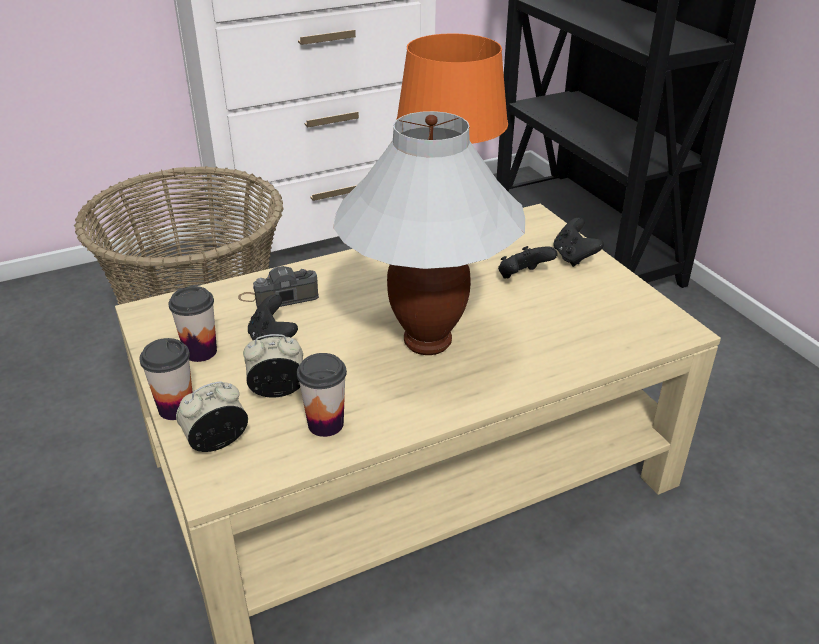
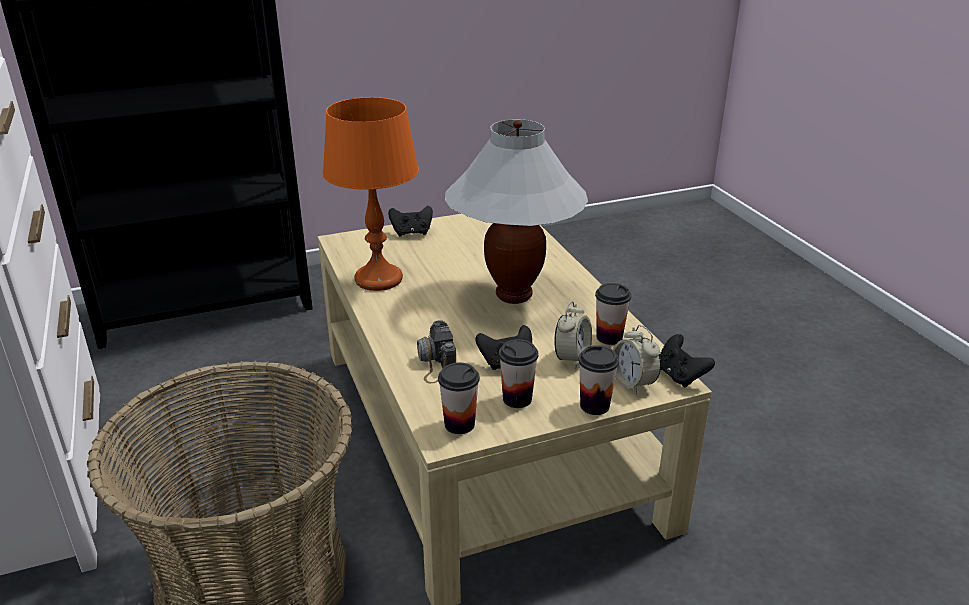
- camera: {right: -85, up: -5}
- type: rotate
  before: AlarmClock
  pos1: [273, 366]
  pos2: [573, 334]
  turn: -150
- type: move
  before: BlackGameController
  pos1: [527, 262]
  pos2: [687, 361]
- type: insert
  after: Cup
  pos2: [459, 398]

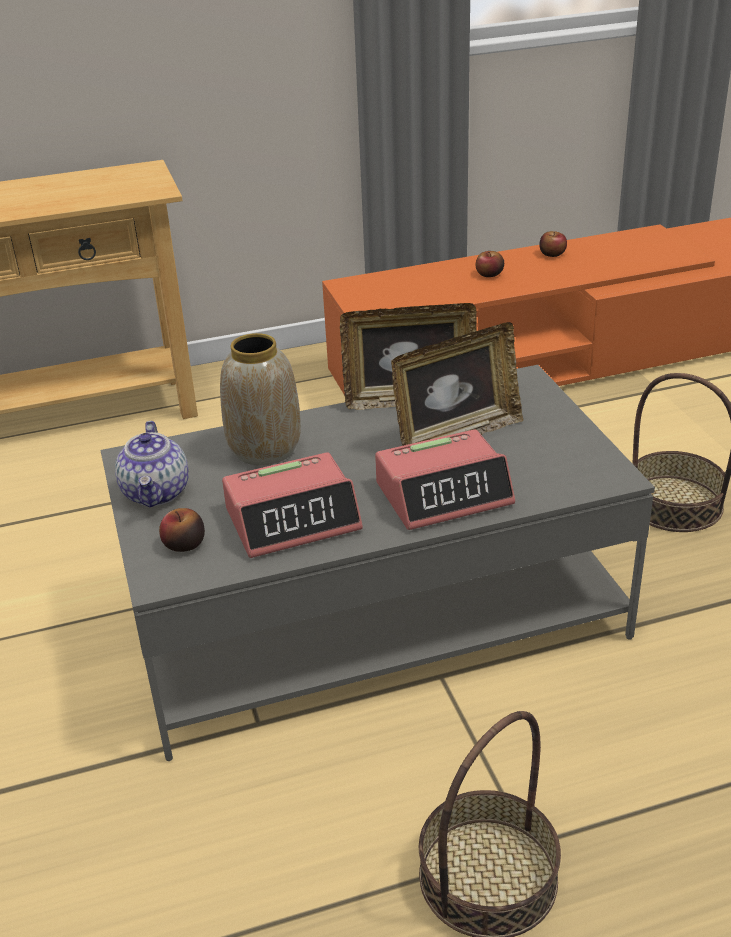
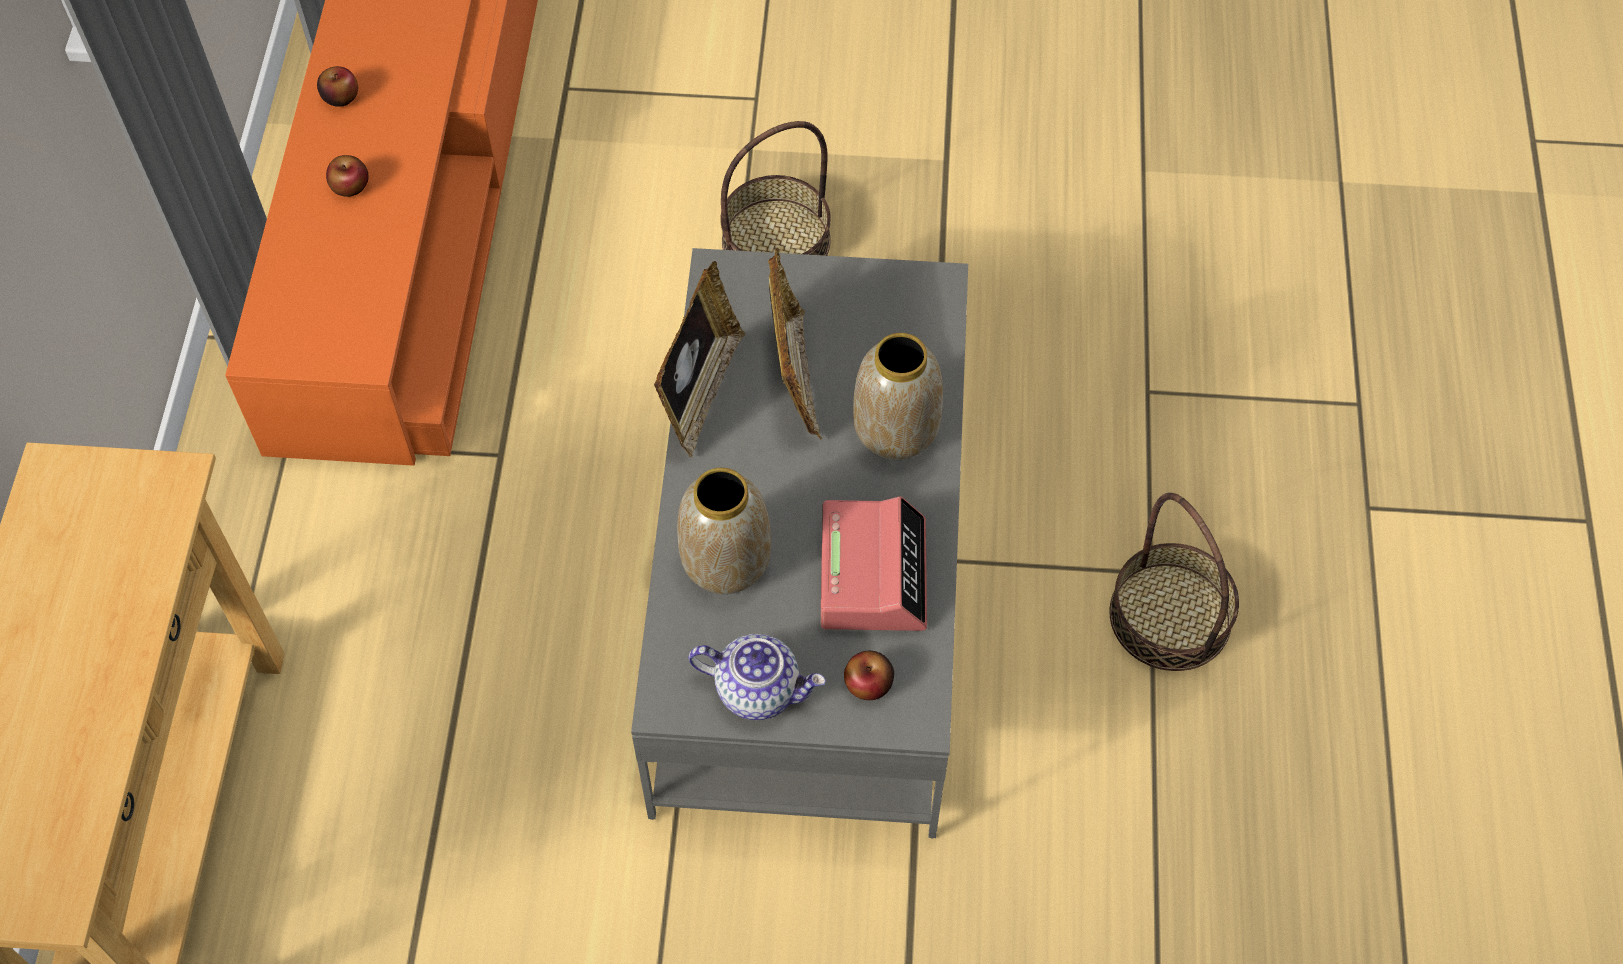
- camera: {right: -70, up: 25}
- type: replace
  before: AlarmClock
  after: Vase
  pos1: [445, 479]
  pos2: [898, 396]

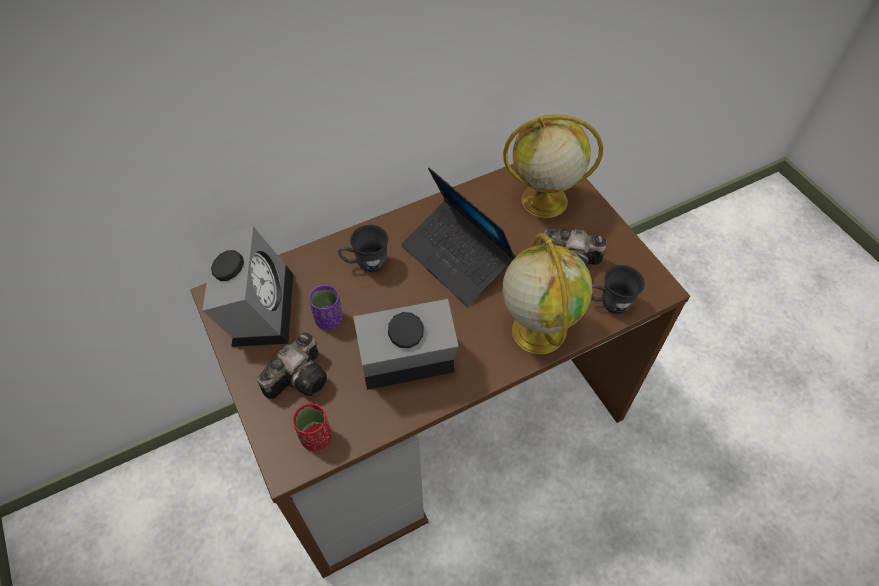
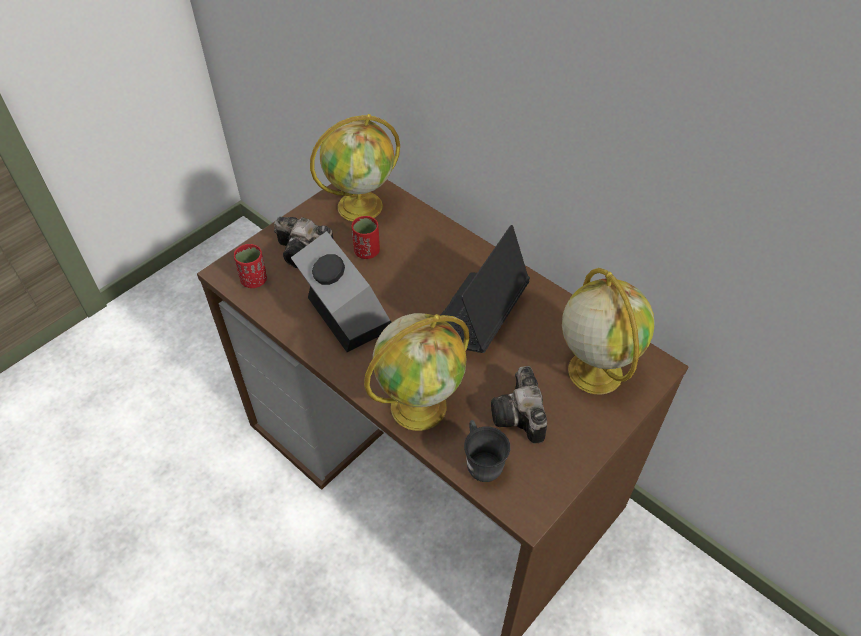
- camera: {right: 70, up: -5}
- type: replace
  before: AlarmClock
  after: Globe
  pos1: [247, 286]
  pos2: [355, 167]
- type: recolor
  before: PurpleCup
  after: RedCup
  pos1: [326, 307]
  pos2: [366, 237]
- type: delete
  before: GreyMug
  pos1: [363, 249]

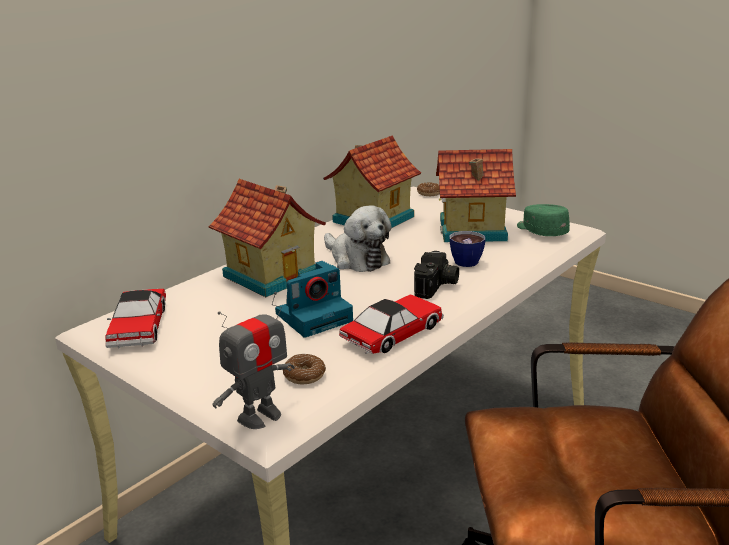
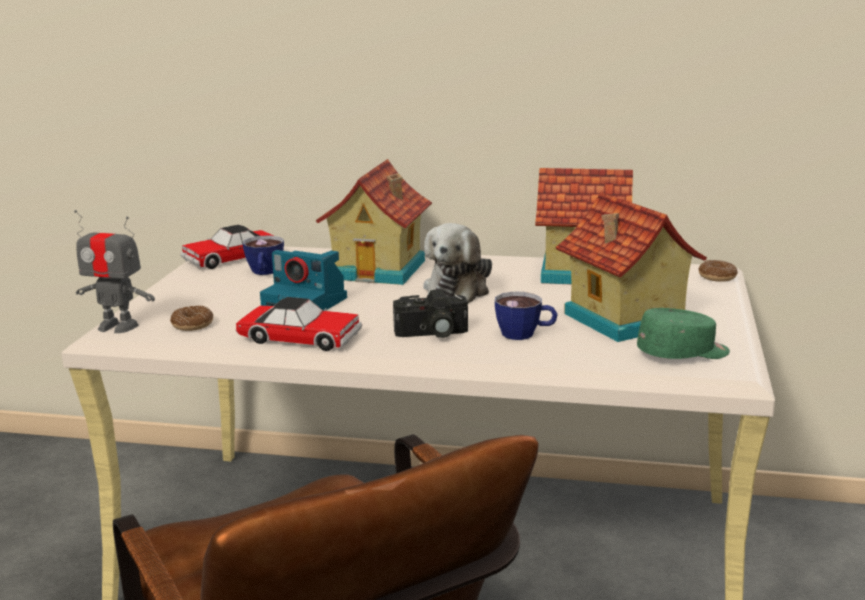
- camera: {right: 60, up: -5}
- type: rotate
  before: GreenCap
  pos1: [543, 220]
  pos2: [683, 333]
  turn: 45
- type: insert
  after: Cup
  pos2: [263, 255]

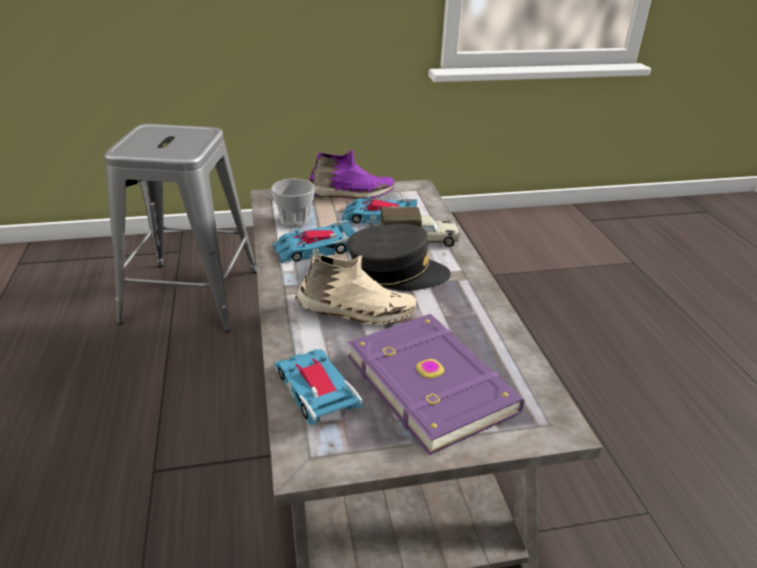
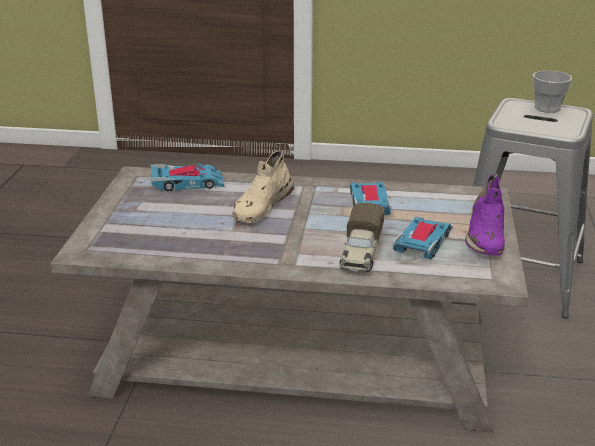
- camera: {right: 110, up: -5}
- type: move
  before: Cup
  pos1: [293, 203]
  pos2: [552, 91]
- type: delete
  before: GreyCap
  pos1: [399, 257]
- type: delete
  before: PurpleBook
  pos1: [435, 384]

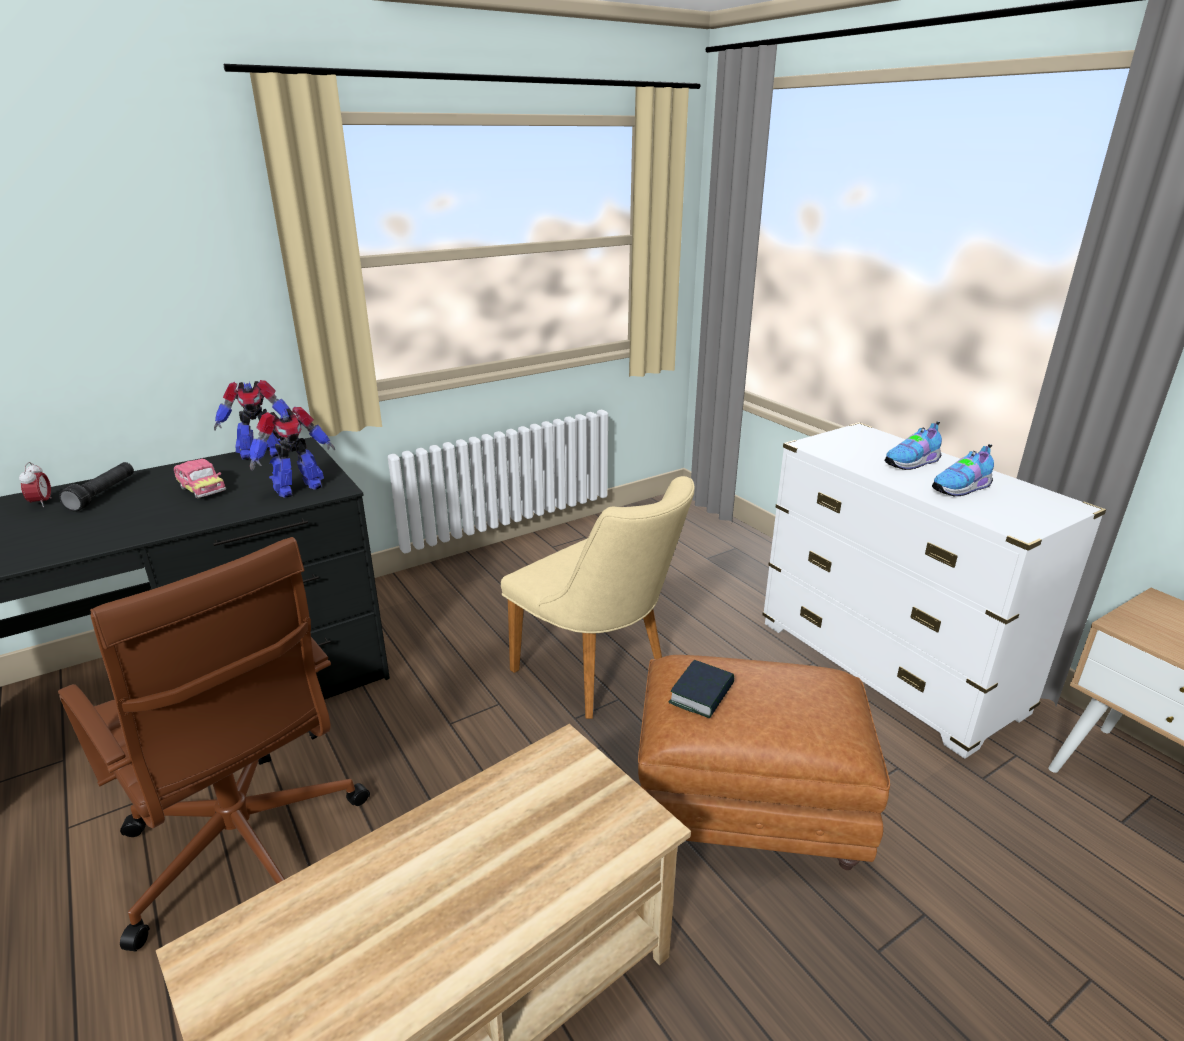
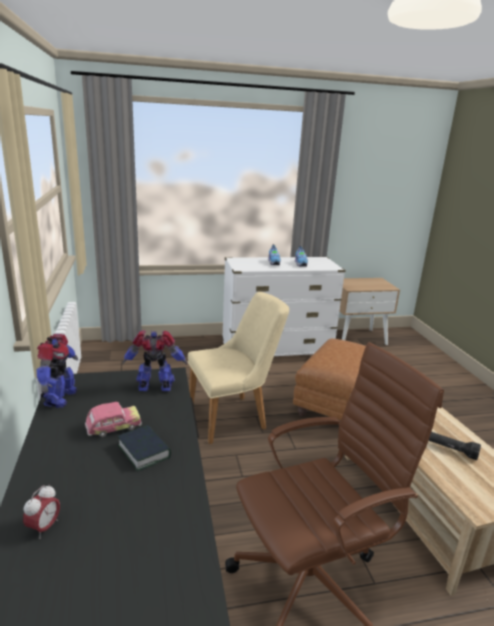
- camera: {right: -70, up: -5}
- type: rotate
  before: AlarmClock
  pos1: [35, 484]
  pos2: [41, 512]
  turn: 105
- type: move
  before: BlackFlashlight
  pos1: [96, 487]
  pos2: [455, 446]
- type: rotate
  before: ToyRobot
  pos1: [292, 452]
  pos2: [155, 360]
  turn: -75
- type: move
  before: Book
  pos1: [701, 689]
  pos2: [144, 448]

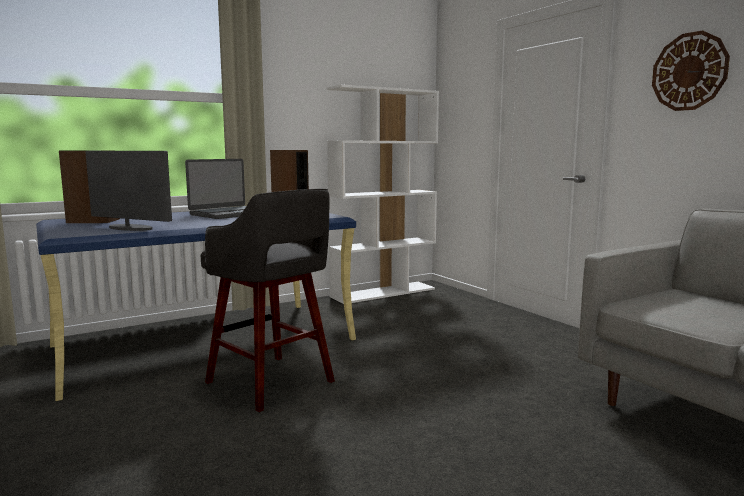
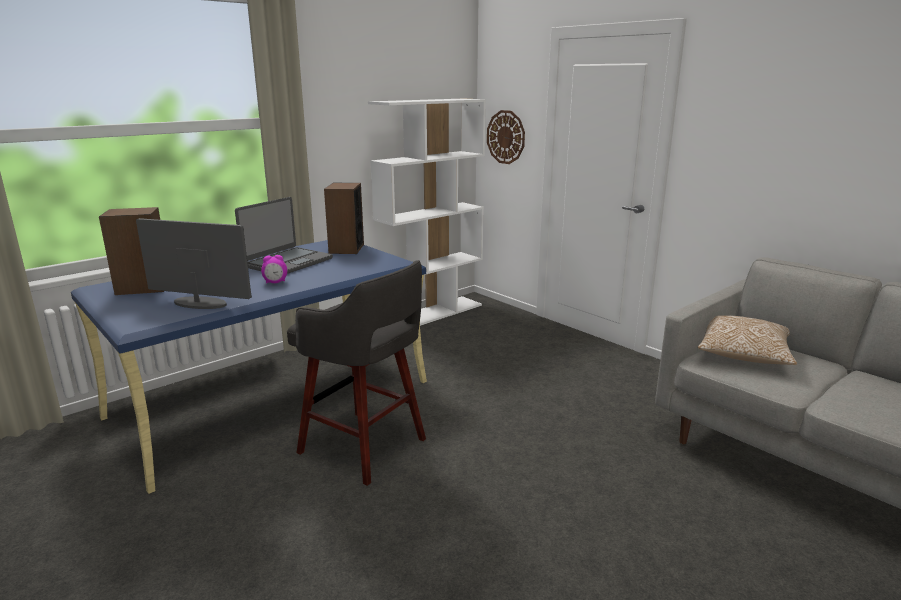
- camera: {right: -10, up: 10}
- type: move
  before: WallClock
  pos1: [691, 70]
  pos2: [506, 137]
- type: insert
  after: AlarmClock
  pos2: [274, 269]
- type: insert
  after: Pillow
  pos2: [747, 340]

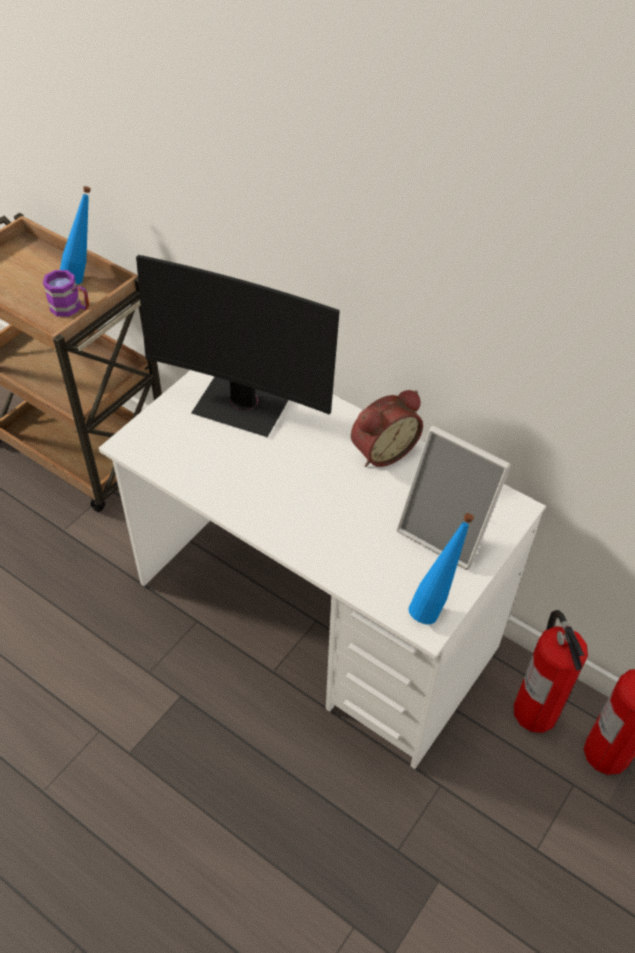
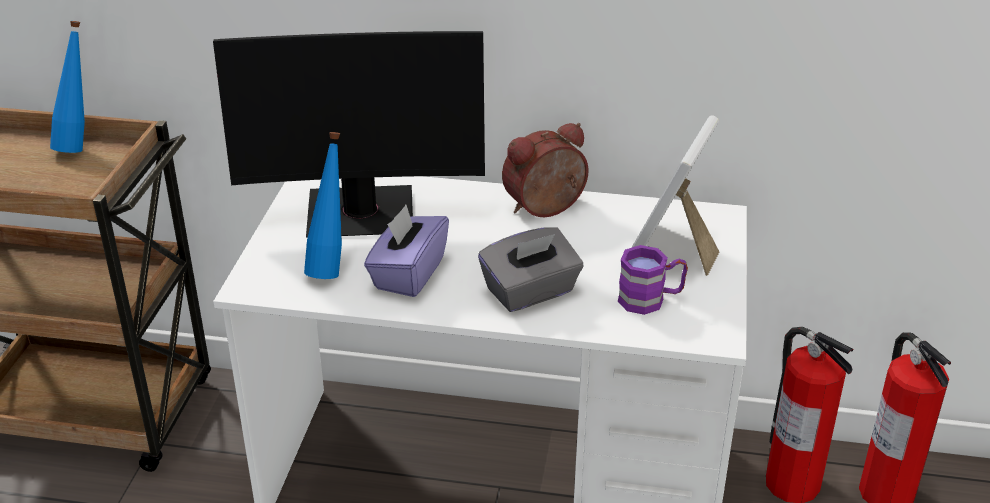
- camera: {right: -25, up: -15}
- type: move
  before: PurpleMug
  pos1: [66, 293]
  pos2: [653, 280]
- type: rotate
  before: AlarmClock
  pos1: [387, 428]
  pos2: [545, 170]
  turn: -150
- type: rotate
  before: PictureFrame
  pos1: [453, 498]
  pos2: [675, 195]
  turn: 105
- type: move
  before: BlueBottle
  pos1: [441, 568]
  pos2: [323, 205]
- type: insert
  after: PurpleTissueBox
  pos2: [406, 251]
- type: insert
  after: GreyTissueBox
  pos2: [531, 269]

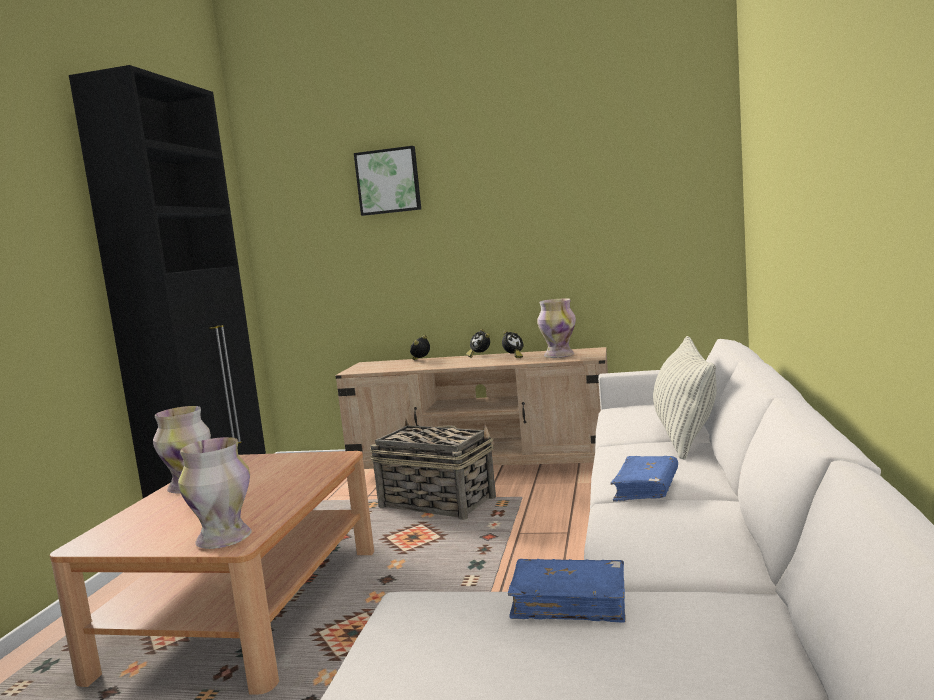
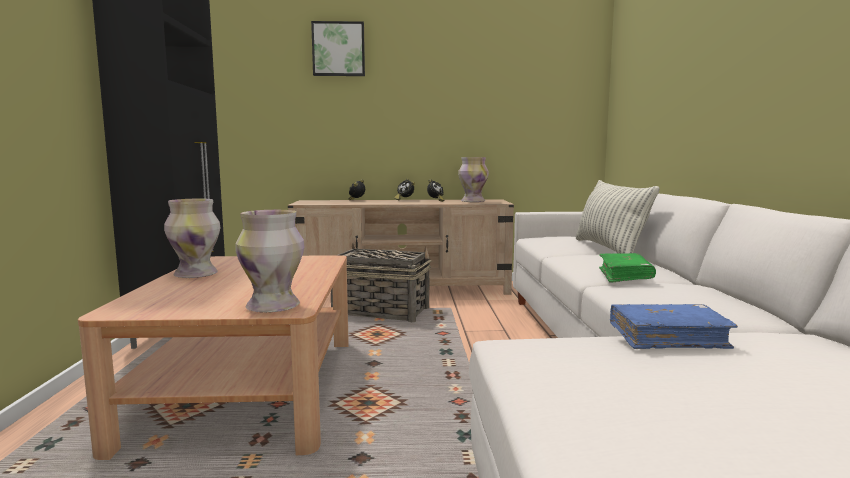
- camera: {right: -15, up: 0}
- type: recolor
  before: BlueBook
  after: GreenBook
  pos1: [644, 478]
  pos2: [627, 268]

